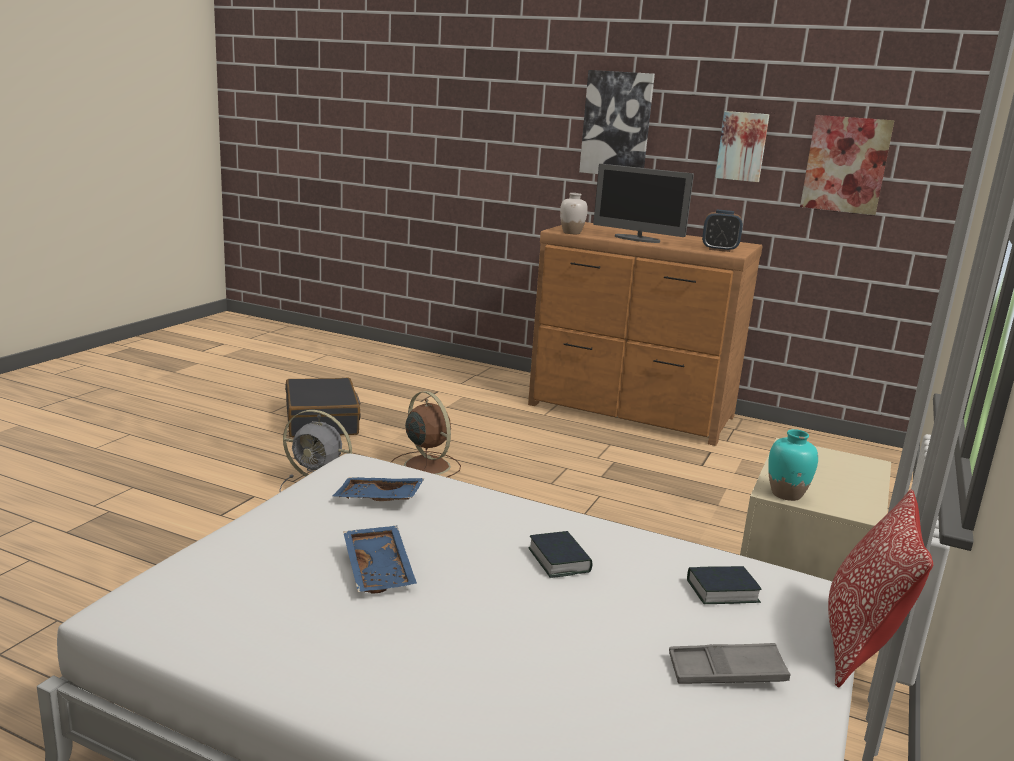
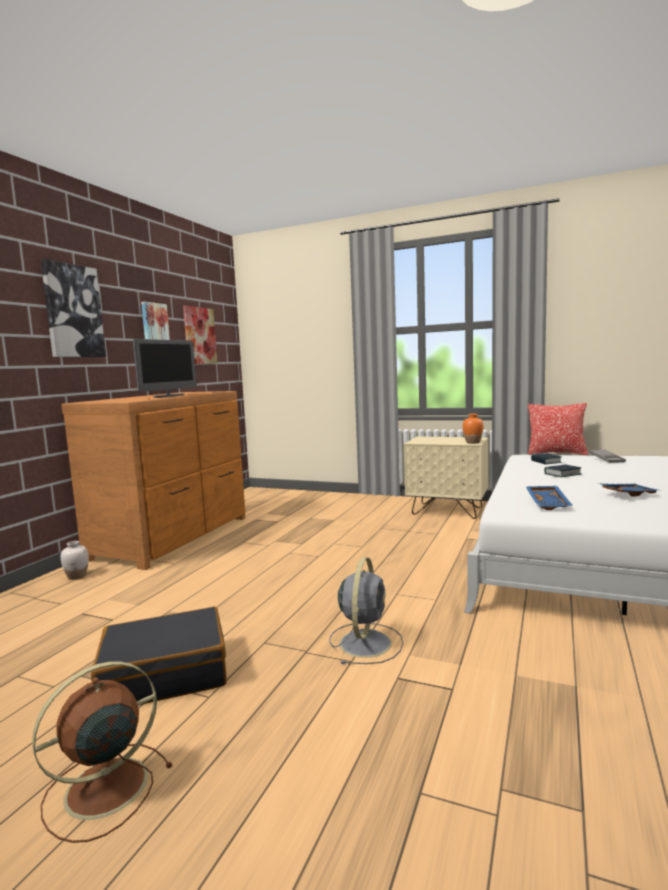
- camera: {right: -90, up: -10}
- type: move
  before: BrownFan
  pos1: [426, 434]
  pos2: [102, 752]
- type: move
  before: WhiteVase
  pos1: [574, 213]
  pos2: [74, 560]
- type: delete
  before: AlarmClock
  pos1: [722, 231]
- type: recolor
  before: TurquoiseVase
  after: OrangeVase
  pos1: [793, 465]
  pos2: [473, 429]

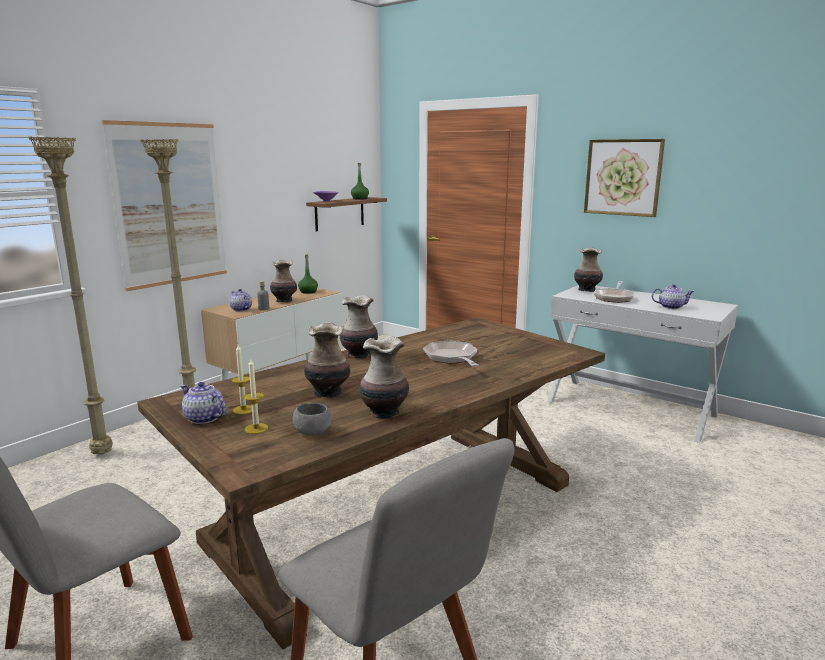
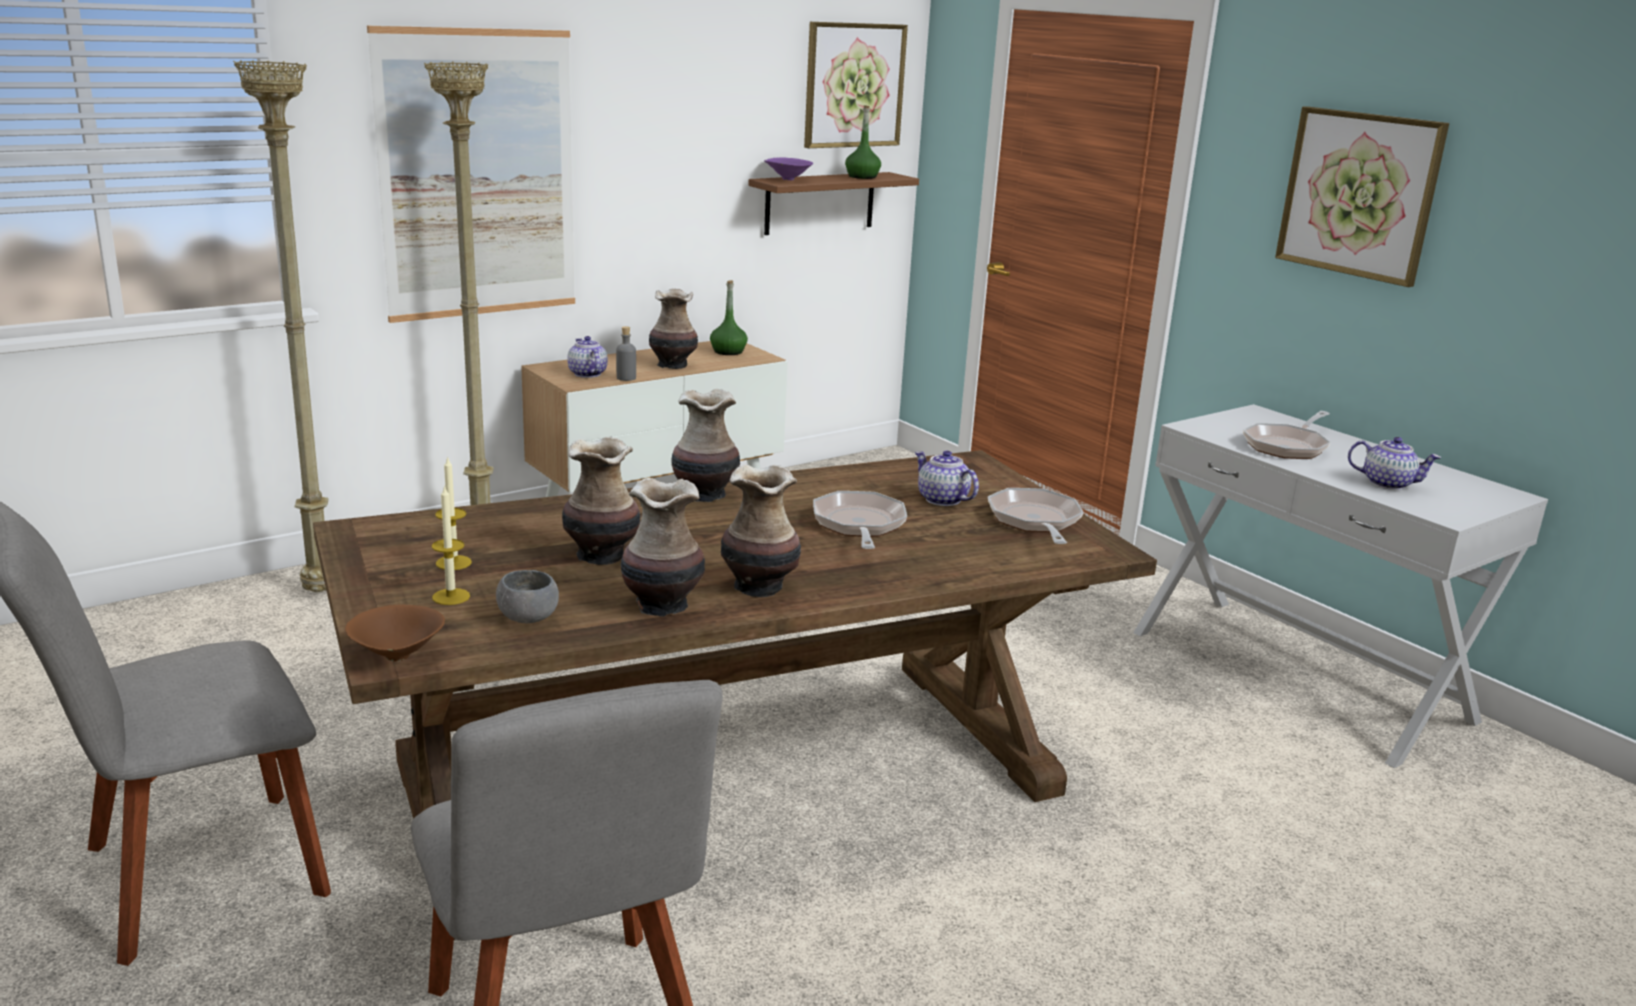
- camera: {right: 15, up: 5}
- type: move
  before: Teapot
  pos1: [203, 403]
  pos2: [947, 478]
- type: move
  before: Vase
  pos1: [588, 269]
  pos2: [761, 531]
- type: insert
  after: BrownBowl
  pos2: [395, 633]
- type: insert
  after: Picture
  pos2: [856, 85]
- type: insert
  after: FryingPan
  pos2: [1036, 516]

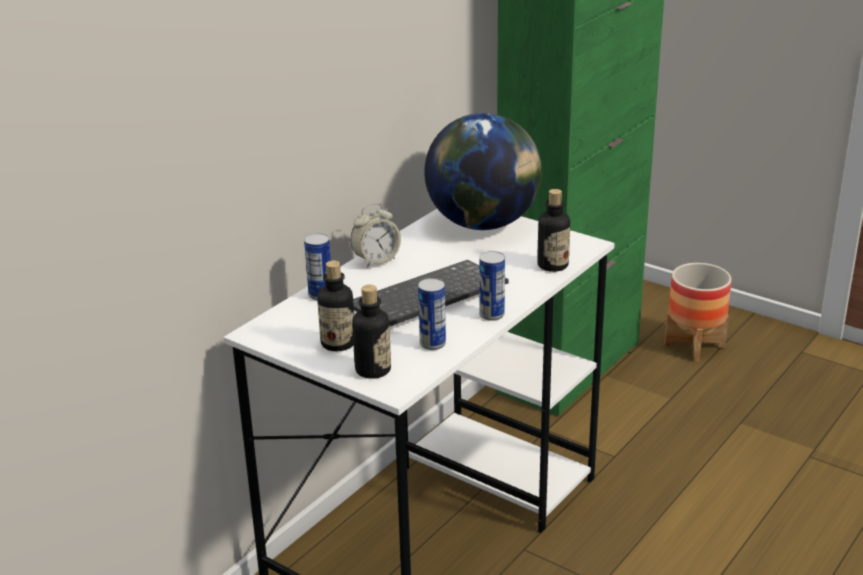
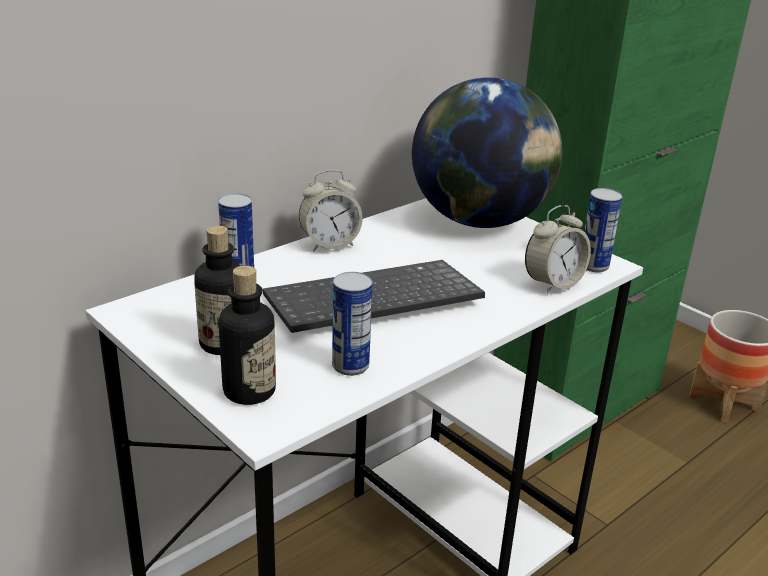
- camera: {right: 10, up: 0}
- type: move
  before: Can
  pos1: [492, 286]
  pos2: [603, 230]
- type: replace
  before: Bottle
  after: AlarmClock
  pos1: [553, 230]
  pos2: [558, 249]

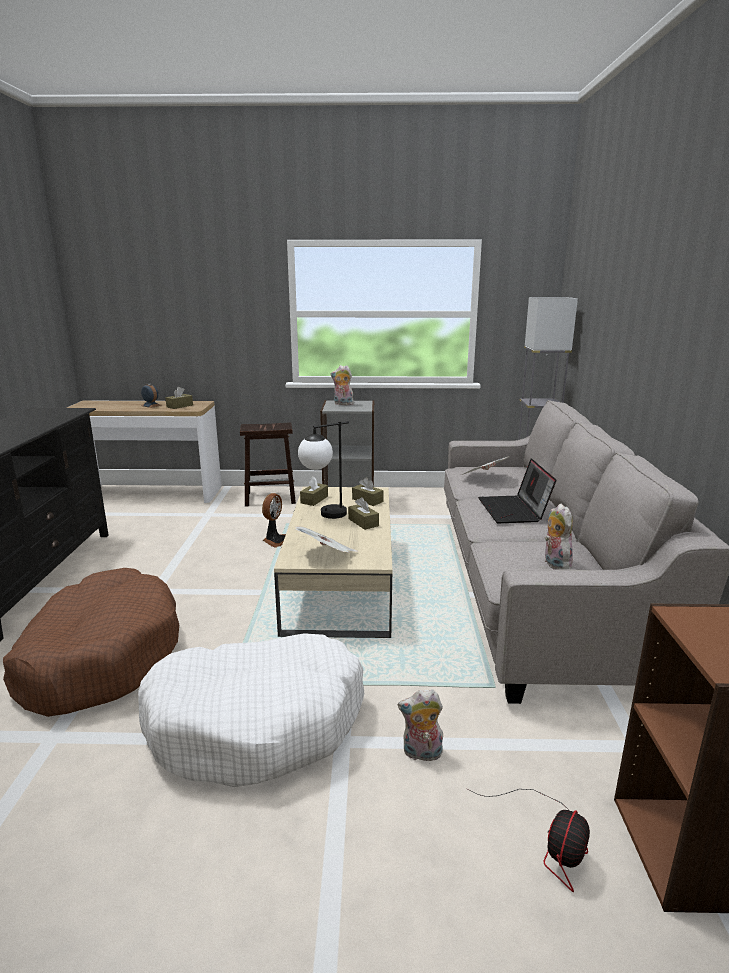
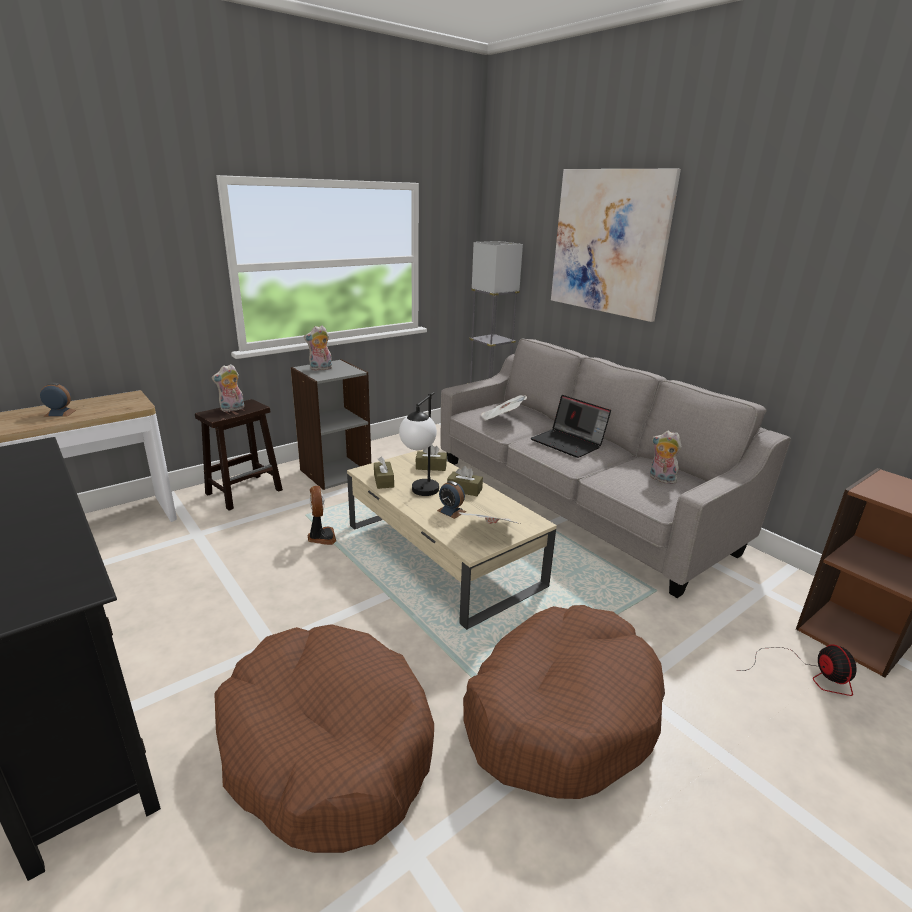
- camera: {right: -40, up: 5}
- type: recolor
  before: WhiteDogBed
  after: BrownDogBed
  pos1: [251, 710]
  pos2: [564, 702]
- type: delete
  before: BrownTissueBox
  pos1: [179, 398]
- type: move
  before: PlushToy
  pos1: [420, 726]
  pos2: [228, 388]
- type: insert
  after: AlarmClock
  pos2: [451, 500]
- type: insert
  after: Picture
  pos2: [616, 245]

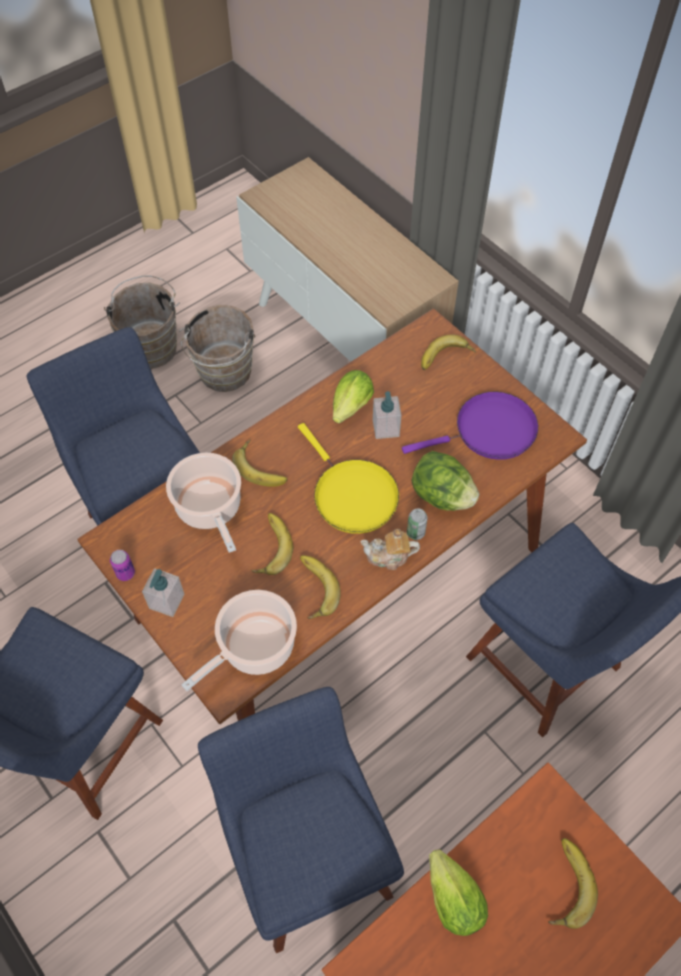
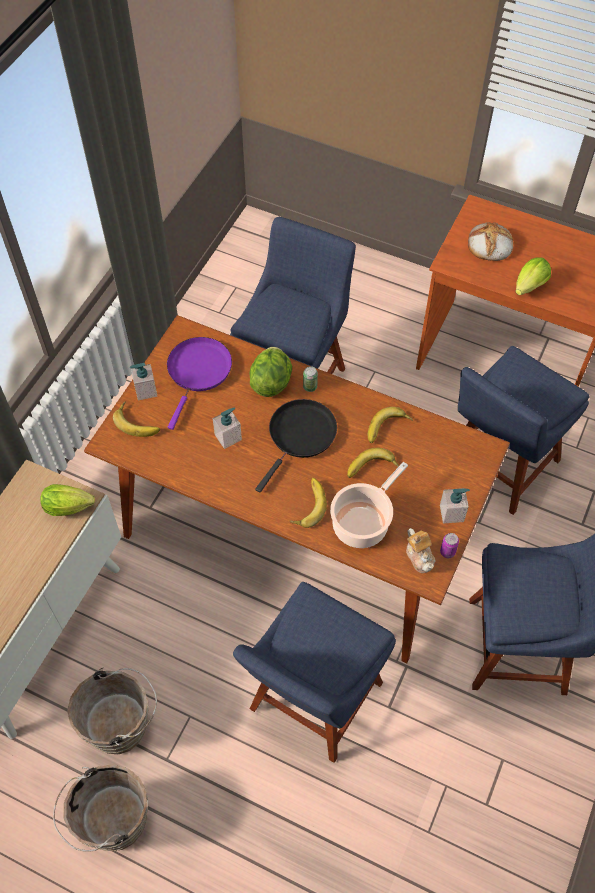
- camera: {right: -115, up: 0}
- type: delete
  before: CookingPot
  pos1: [239, 640]
- type: recolor
  before: YellowFryingPan
  after: BlackFryingPan
  pos1: [348, 478]
  pos2: [296, 446]
- type: move
  before: Lettuce
  pos1: [353, 396]
  pos2: [67, 500]
- type: move
  before: Teapot
  pos1: [390, 549]
  pos2: [421, 550]
- type: rotate
  before: PurpleFryingPan
  pos1: [470, 426]
  pos2: [199, 383]
  turn: 60
- type: replace
  before: Banana
  after: Bread
  pos1: [573, 883]
  pos2: [490, 241]
- type: insert
  after: SoapDispenser
  pos2: [143, 381]

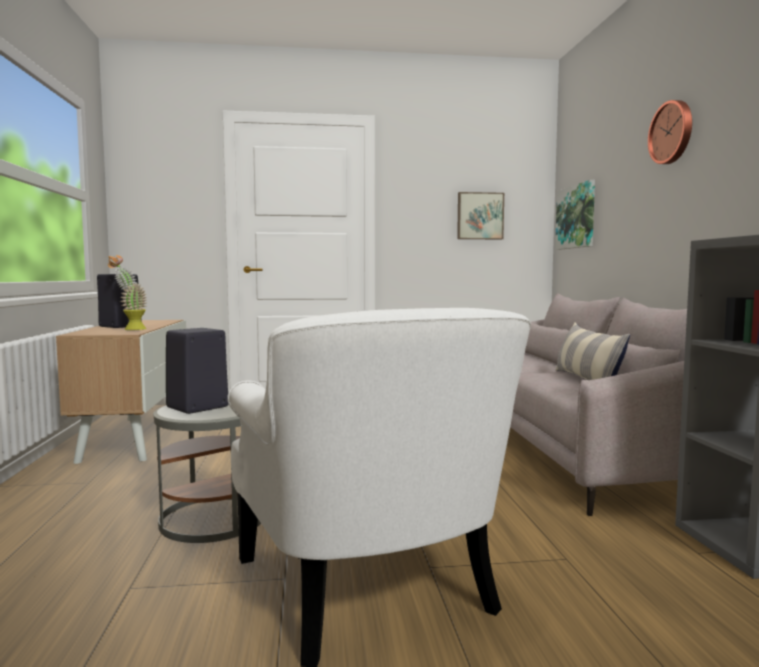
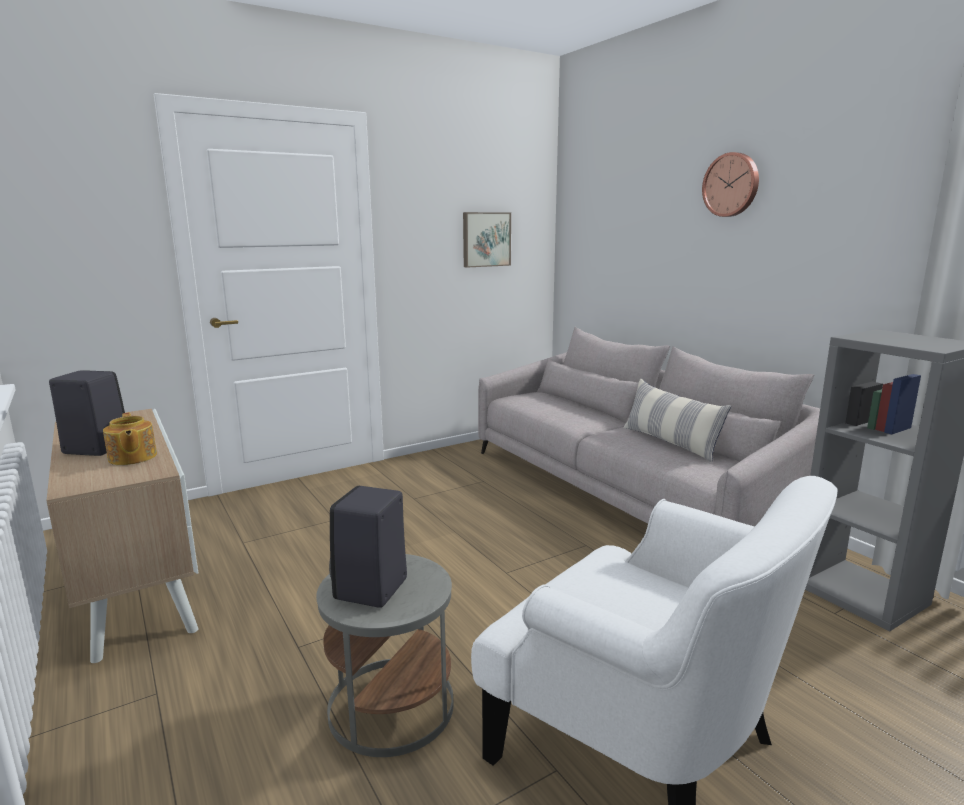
- camera: {right: -25, up: 10}
- type: replace
  before: PottedPlant
  after: Teapot
  pos1: [127, 292]
  pos2: [130, 439]
- type: delete
  before: Picture
  pos1: [575, 215]

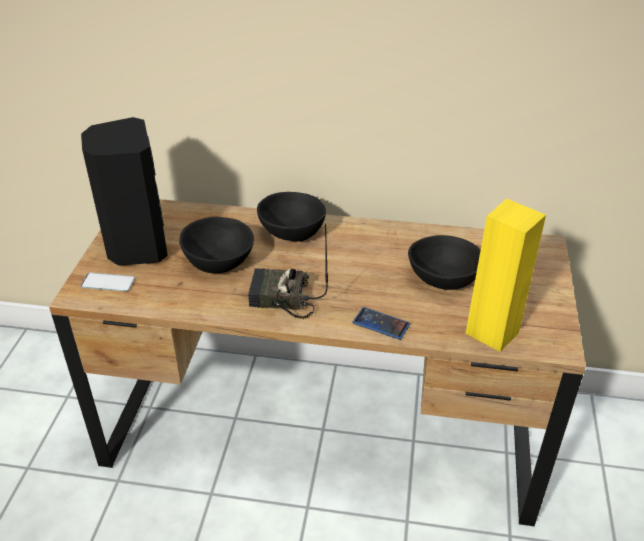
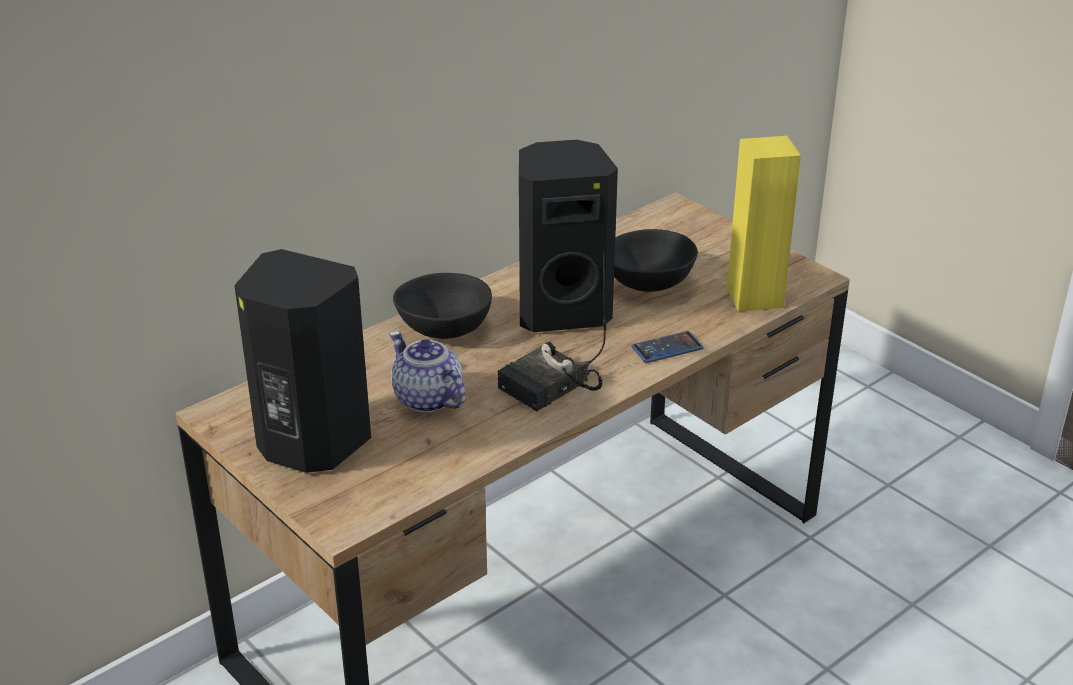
- camera: {right: -50, up: -5}
- type: delete
  before: Phone
  pos1: [108, 282]
- type: replace
  before: BlackBowl
  after: Teapot
  pos1: [216, 245]
  pos2: [427, 372]
- type: insert
  after: BlackSpeaker
  pos2: [568, 236]

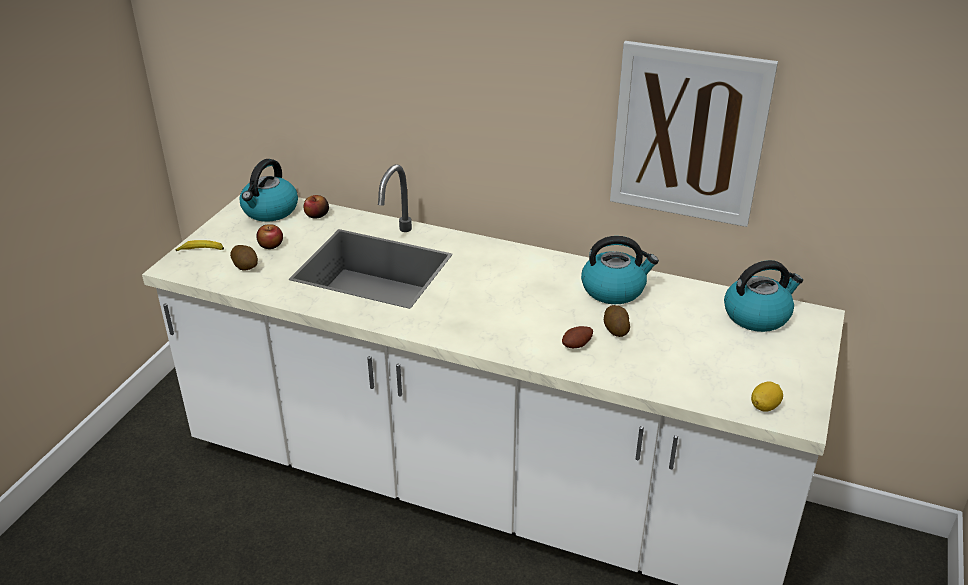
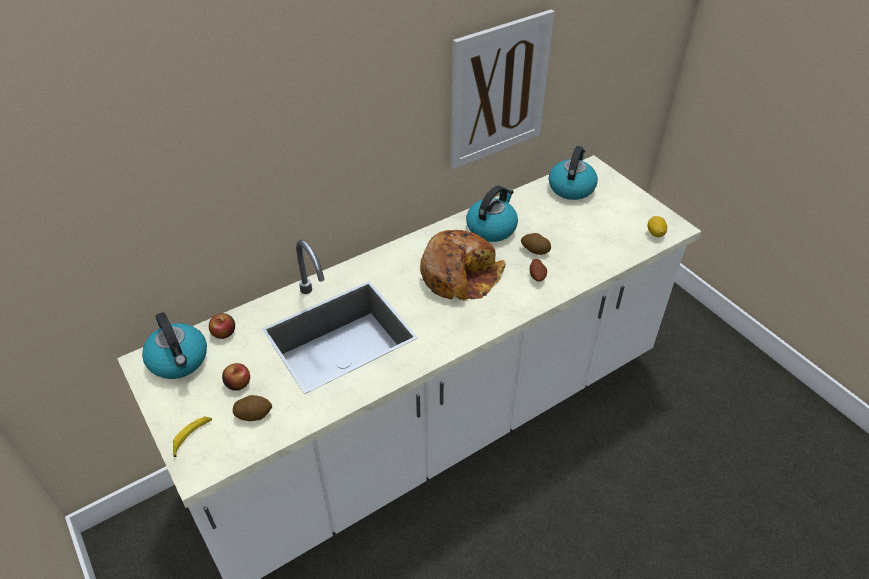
- camera: {right: -55, up: 10}
- type: insert
  after: Bread
  pos2: [462, 265]

